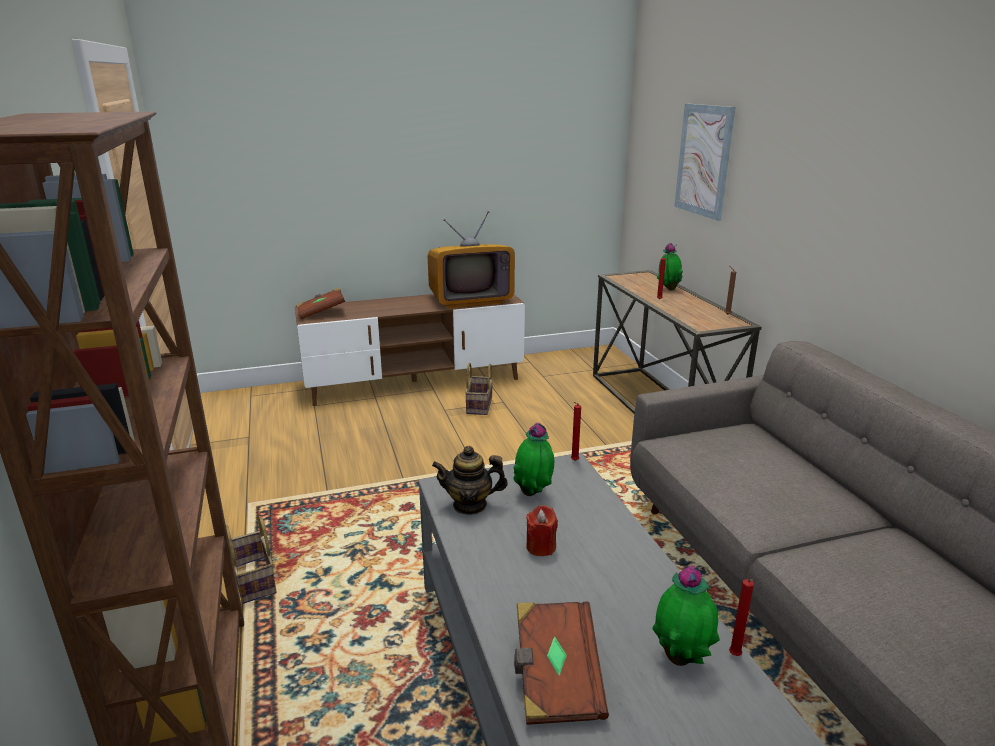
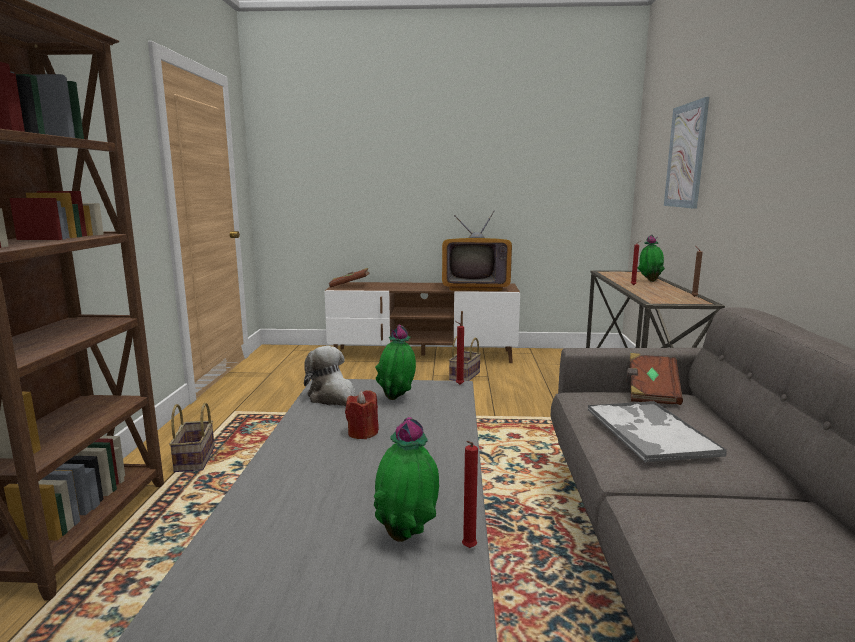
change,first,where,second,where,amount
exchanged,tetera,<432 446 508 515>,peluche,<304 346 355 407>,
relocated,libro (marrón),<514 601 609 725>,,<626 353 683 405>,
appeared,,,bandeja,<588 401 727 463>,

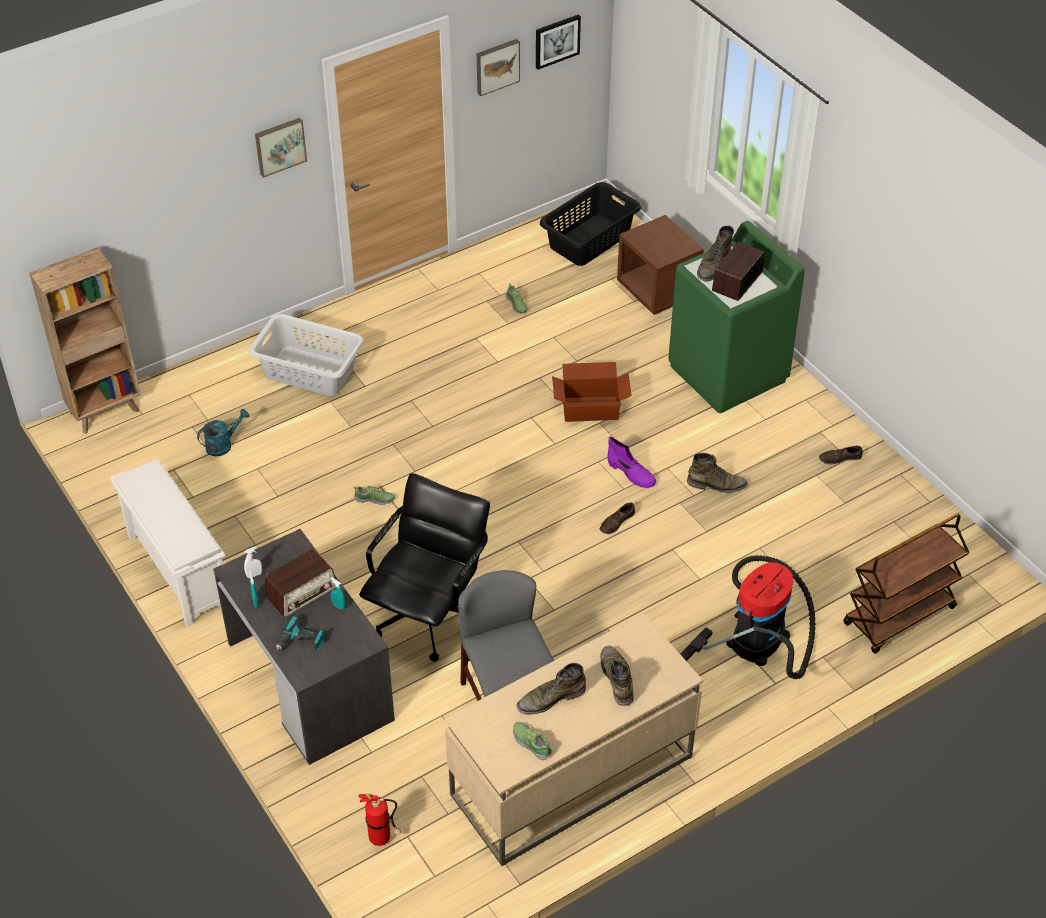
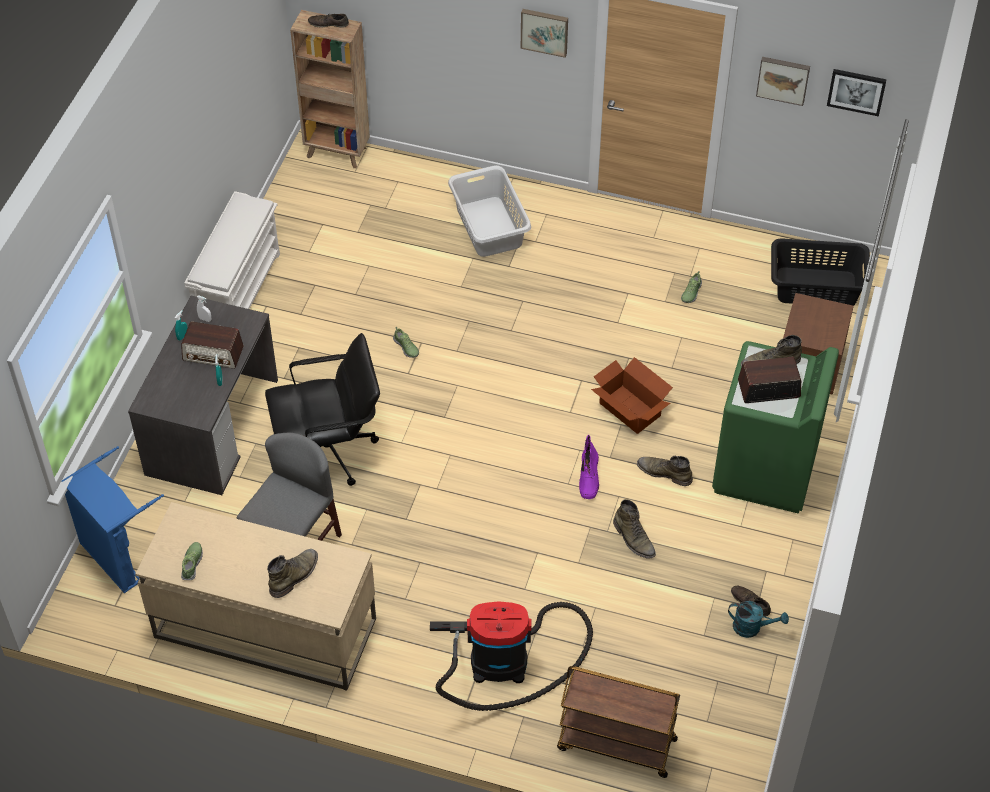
change,first,where,second,where,amount
relocated,regadera (turquesa),<197 409 249 456>,,<728 601 789 638>,
missing,taladro,<276 615 326 651>,,,
exchanged,extintor,<358 794 401 846>,cesto de la ropa (azul),<61 446 164 593>,
relocated,bota (verde),<517 663 586 714>,,<637 456 693 486>,
relocated,zapato (marrón),<600 502 635 534>,,<308 14 349 28>,

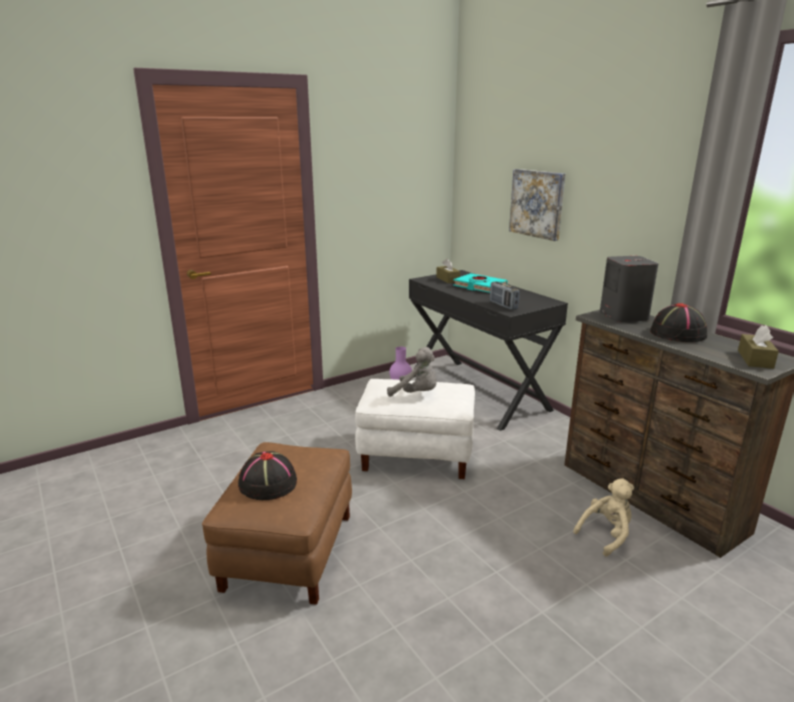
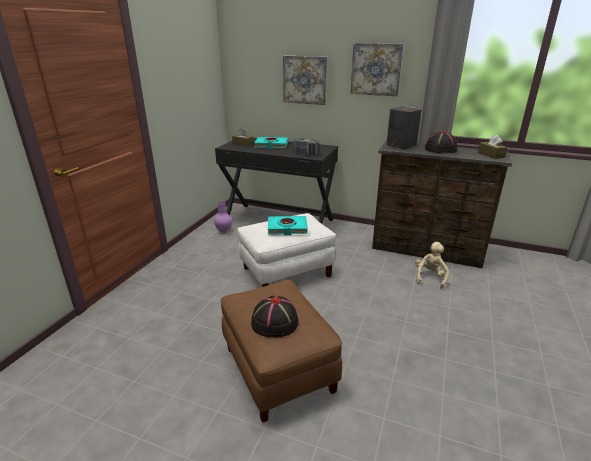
change,first,where,second,where,amount
exchanged,peluche (gris),<387 347 437 397>,libro (turquesa),<268 216 308 235>,
appeared,,,cuadro,<351 43 404 96>,

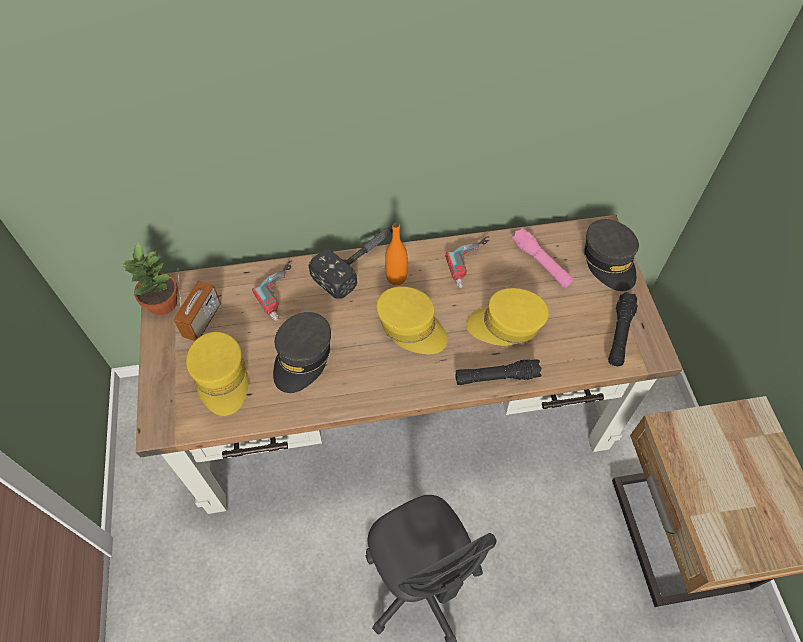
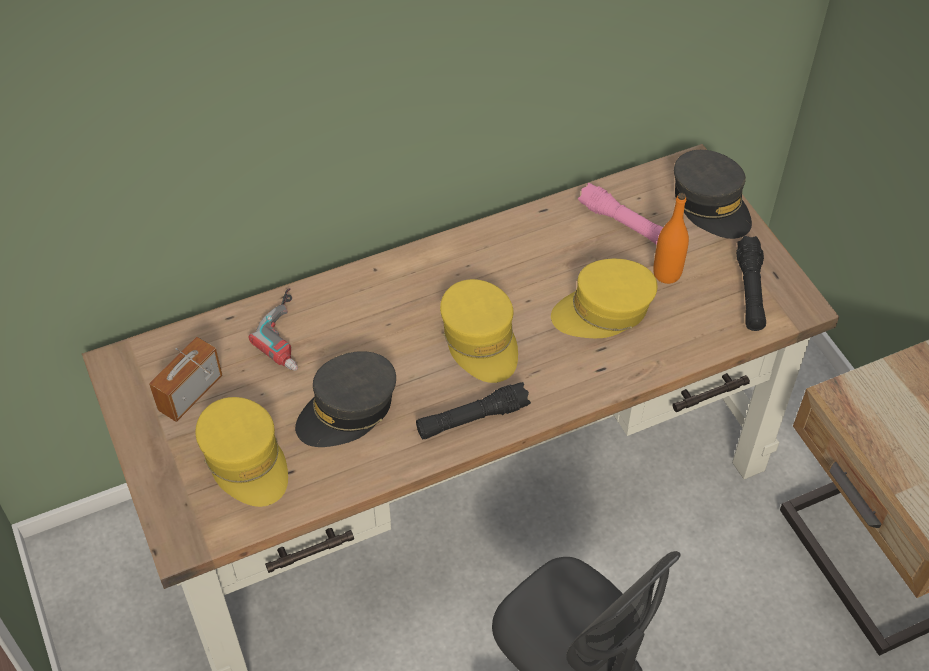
change,first,where,second,where,amount
missing,planta en maceta,<122 243 178 315>,,,
spun,radio,<173 269 221 341>,,<149 337 222 422>,150 degrees counterclockwise
spun,gorra (gris),<273 312 331 393>,,<295 351 396 447>,45 degrees clockwise
missing,martillo,<309 226 393 299>,,,
spun,gorra (amarillo),<376 286 448 354>,,<440 279 518 383>,45 degrees clockwise
relocated,botella (naranja),<385 222 408 285>,,<653 193 689 284>,
missing,taladro,<445 236 490 288>,,,
relocated,linterna (negro),<455 359 542 385>,,<416 382 531 440>,

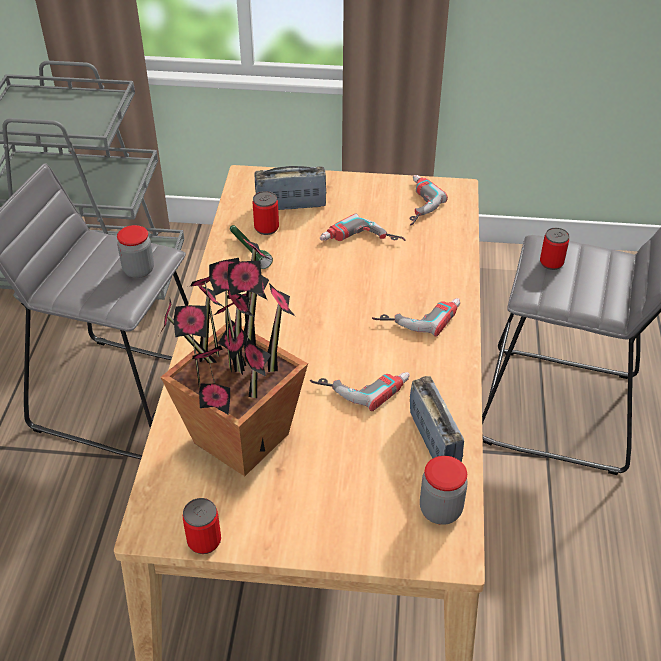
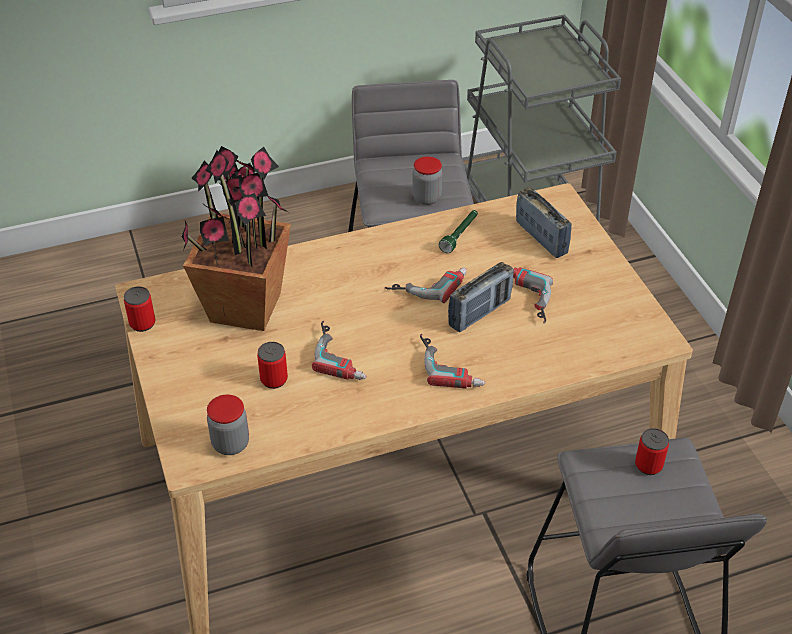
change,first,where,second,where,amount
relocated,lata,<253 191 279 235>,,<257 342 288 389>,
relocated,taladro,<410 175 448 226>,,<385 267 466 303>,
relocated,radio,<410 376 464 462>,,<448 262 514 332>,

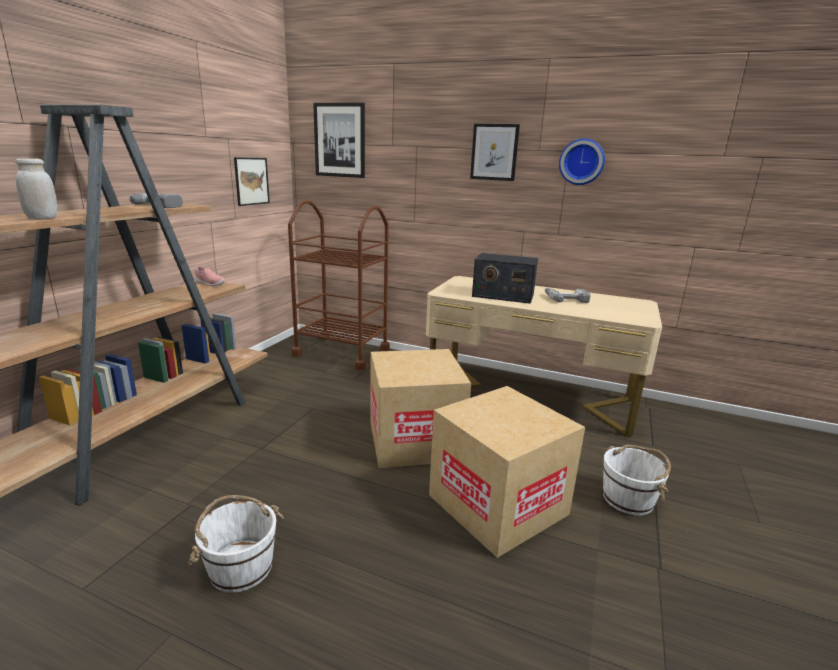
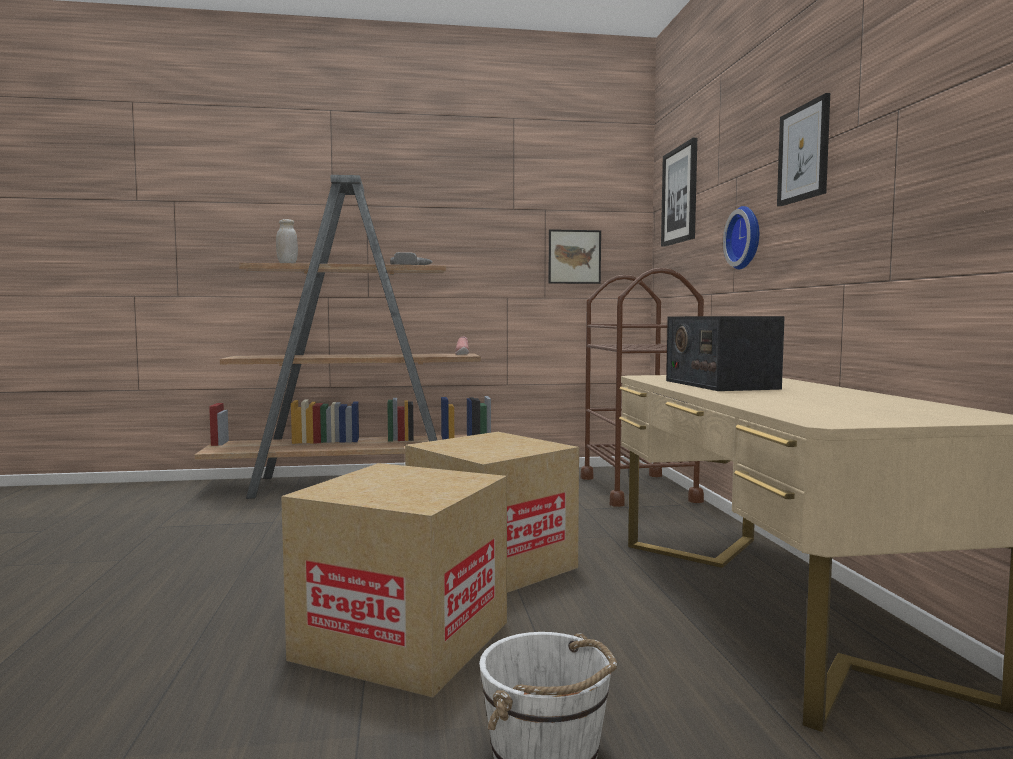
change,first,where,second,where,amount
missing,cubo (blanco),<187 495 284 593>,,,
missing,taladro,<545 288 590 303>,,,
relocated,reloj de pared,<559 138 605 185>,,<723 206 759 269>,

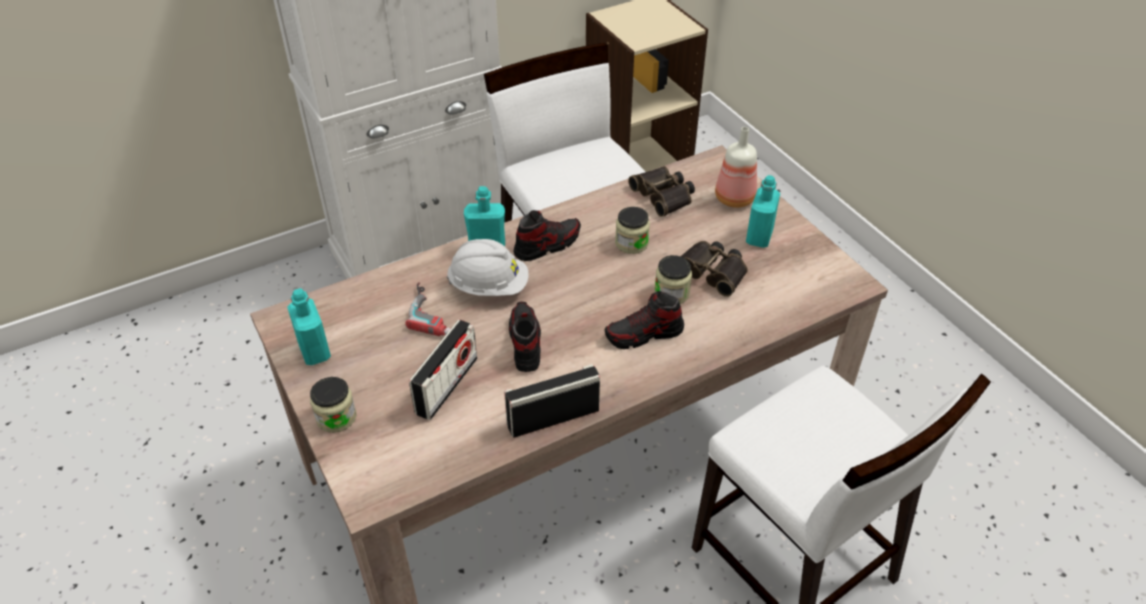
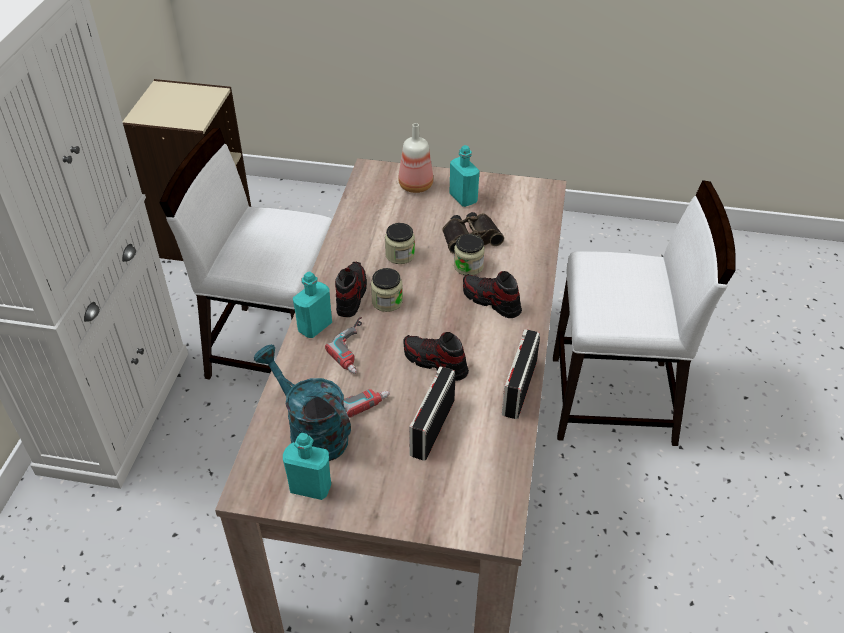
change,first,where,second,where,amount
relocated,tarro,<310 377 356 433>,,<371 268 403 312>,
spun,radio,<409 320 477 420>,,<409 366 455 461>,135 degrees counterclockwise
exchanged,casco (blanco),<447 239 529 296>,taladro,<325 317 362 374>,
spun,zapato,<605 291 684 349>,,<463 271 522 318>,105 degrees clockwise
missing,prismáticos,<628 166 695 217>,,,
appeared,,,regadera (turquesa),<254 344 351 461>,

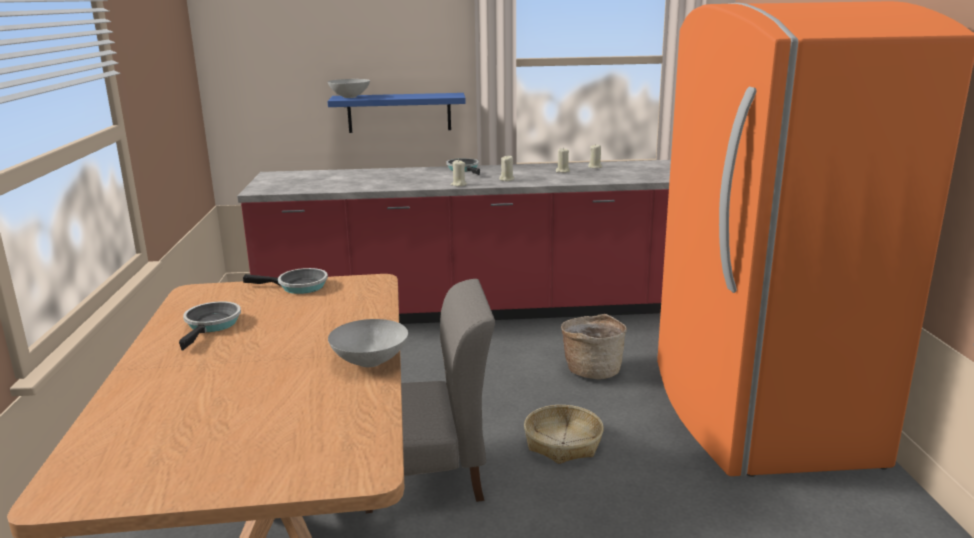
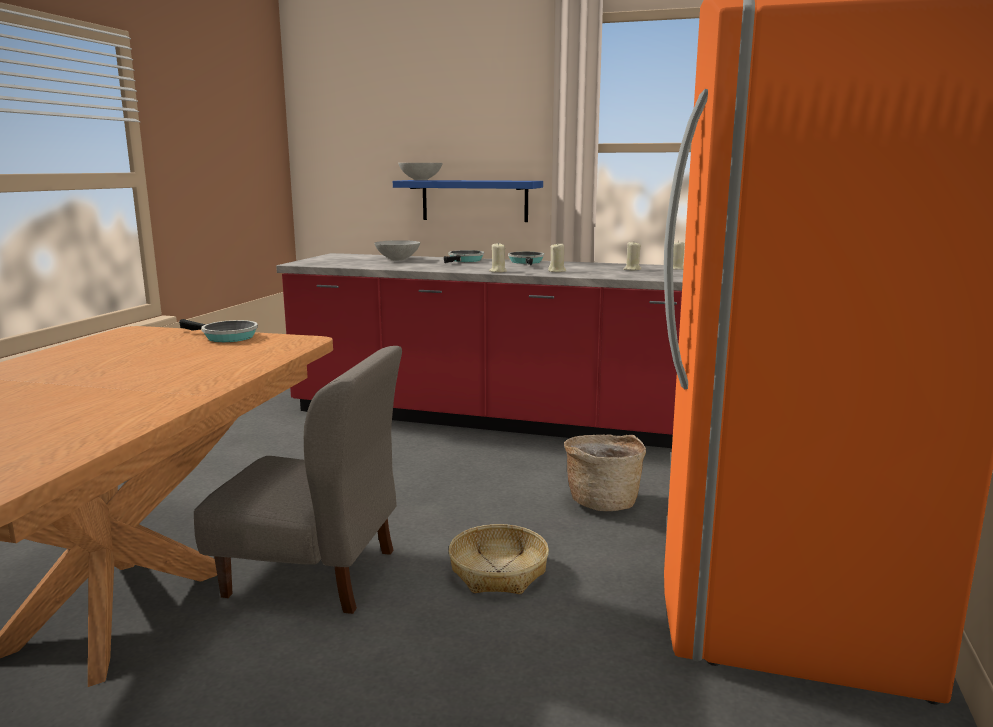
change,first,where,second,where,amount
relocated,sartén,<179 301 241 350>,,<444 250 484 263>,
relocated,cuenco (gris),<328 319 408 367>,,<374 240 420 261>,

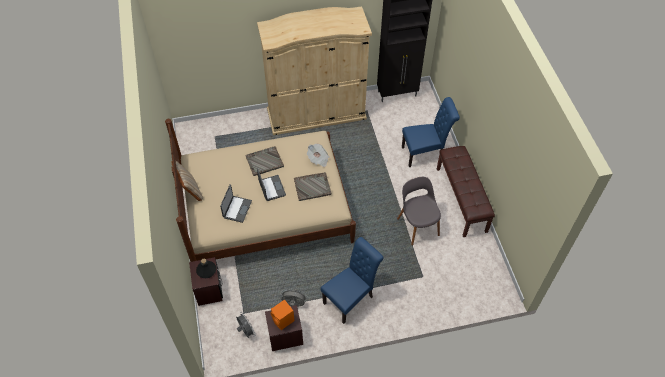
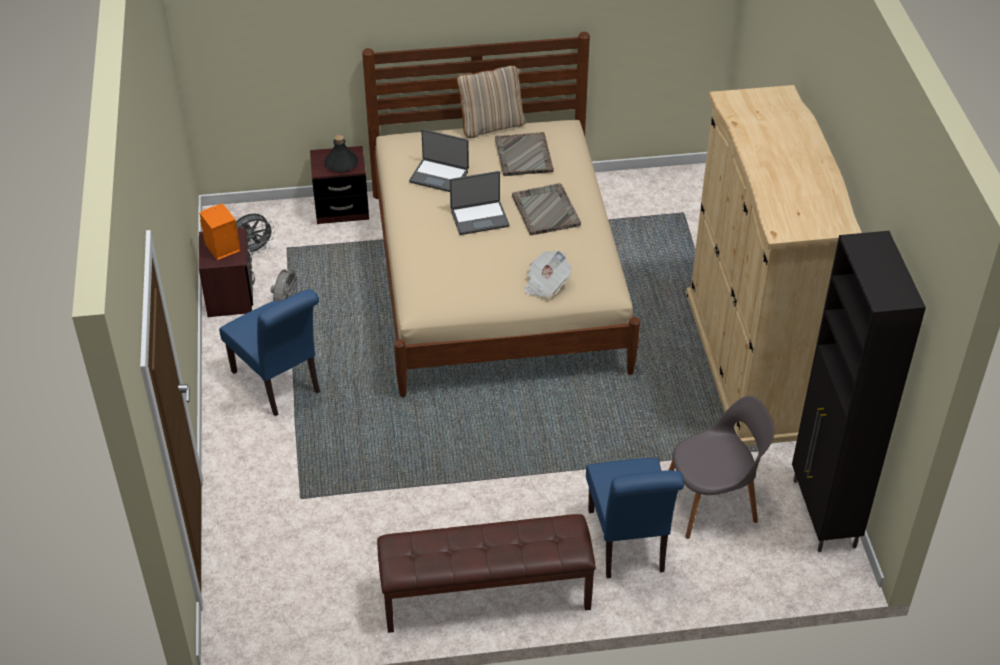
change,first,where,second,where,amount
relocated,bandeja (gris),<294 172 331 201>,,<495 132 554 176>,
relocated,silla (gris),<397 177 441 246>,,<669 396 774 539>,

